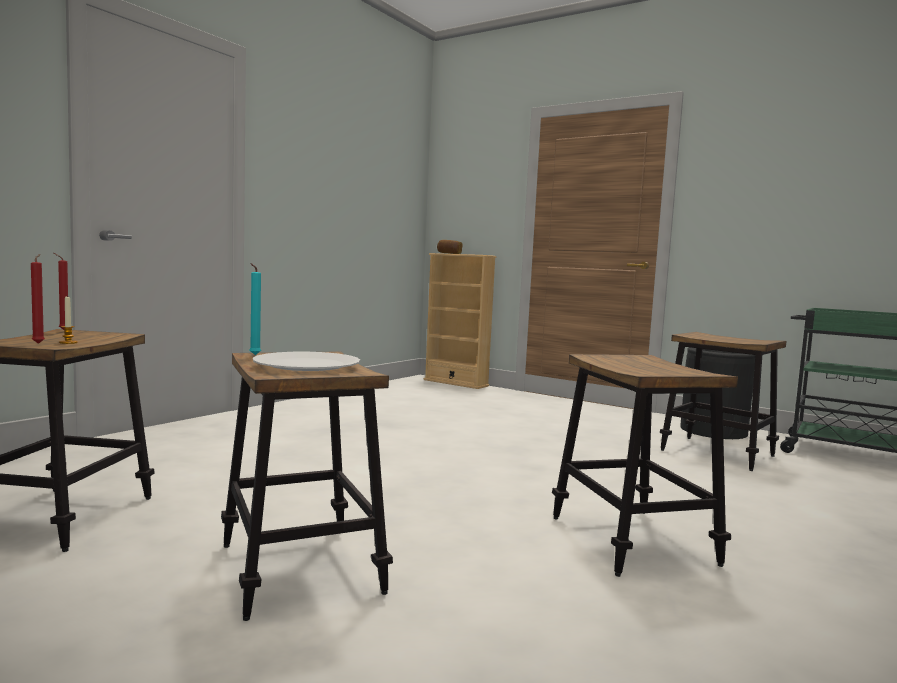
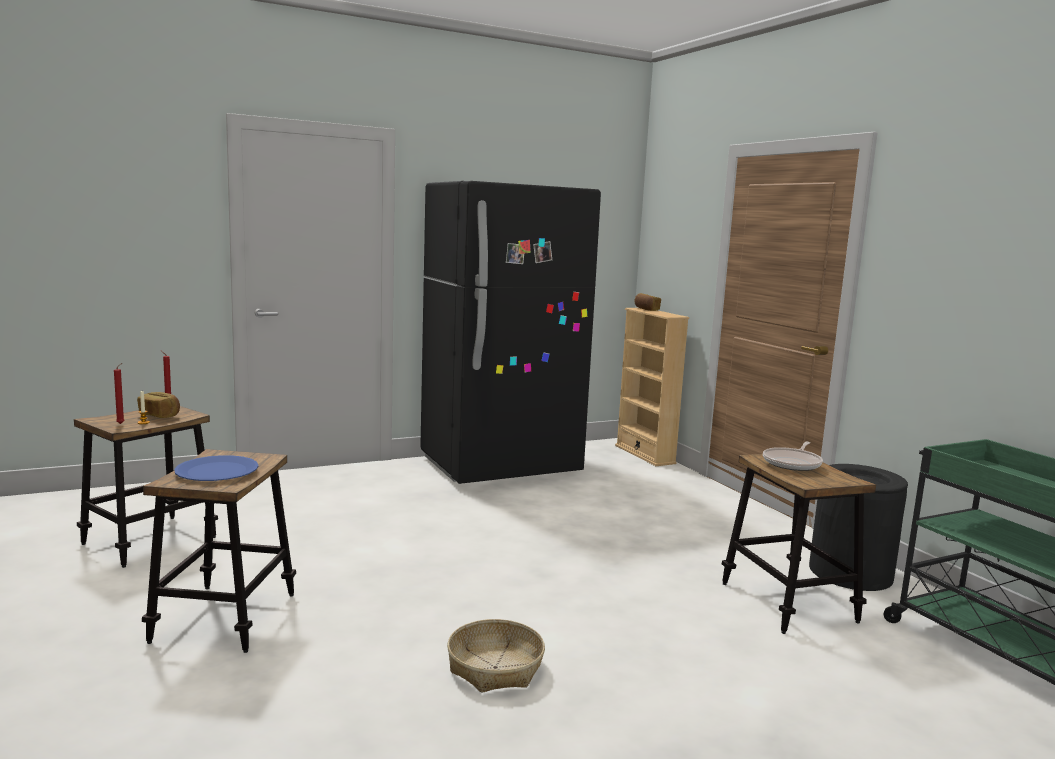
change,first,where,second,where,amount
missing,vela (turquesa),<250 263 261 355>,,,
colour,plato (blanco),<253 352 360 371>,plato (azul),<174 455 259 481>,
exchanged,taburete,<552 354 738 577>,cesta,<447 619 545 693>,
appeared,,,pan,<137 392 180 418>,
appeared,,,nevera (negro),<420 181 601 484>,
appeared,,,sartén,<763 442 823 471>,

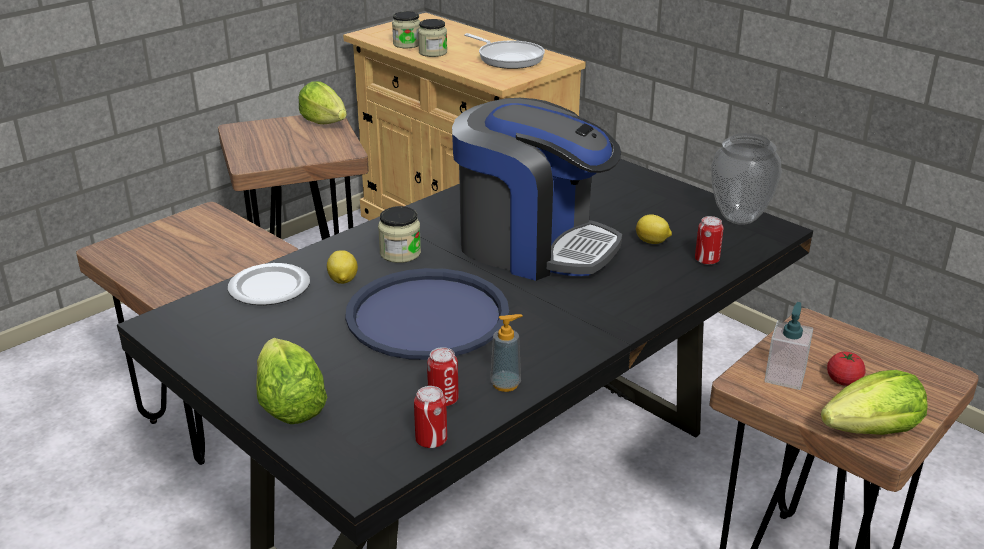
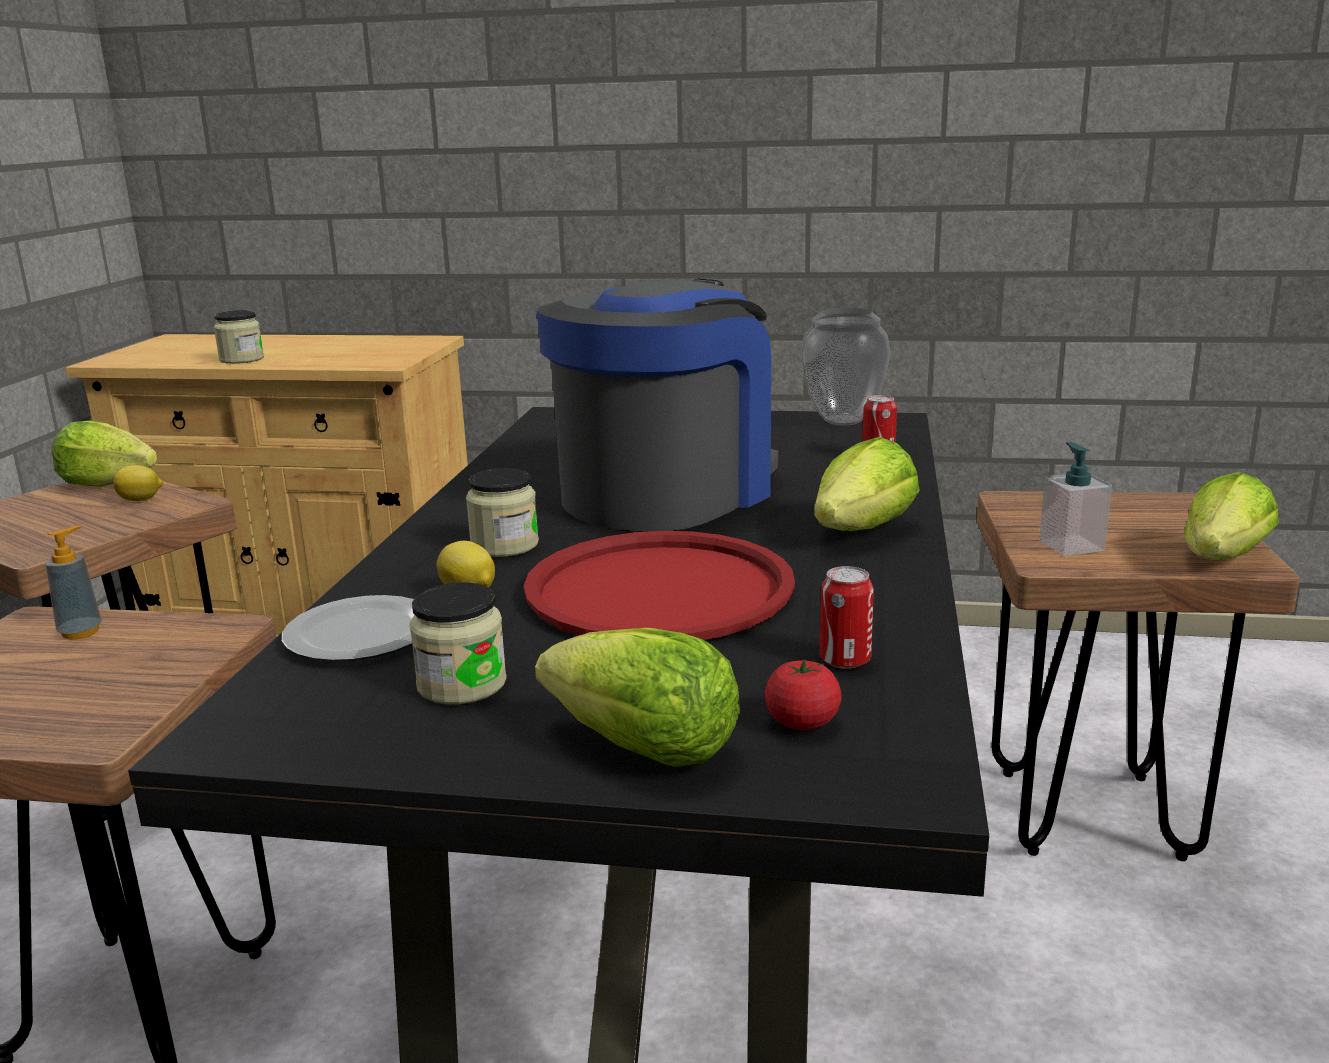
change,first,where,second,where,amount
colour,bandeja (azul),<345 268 509 360>,bandeja (rojo),<524 531 795 640>,
relocated,tarro,<392 11 420 48>,,<409 582 507 704>,
missing,lata,<414 386 447 448>,,,
spun,cafetera,<452 98 622 281>,,<537 279 778 531>,45 degrees counterclockwise
missing,sartén,<464 33 545 69>,,,
relocated,dispensador de jabón,<490 314 522 392>,,<45 526 102 639>,
relocated,limón,<636 214 672 244>,,<113 465 163 501>,
relocated,tomate,<827 352 865 386>,,<765 659 842 730>,
appeared,,,lechuga,<814 437 920 531>,

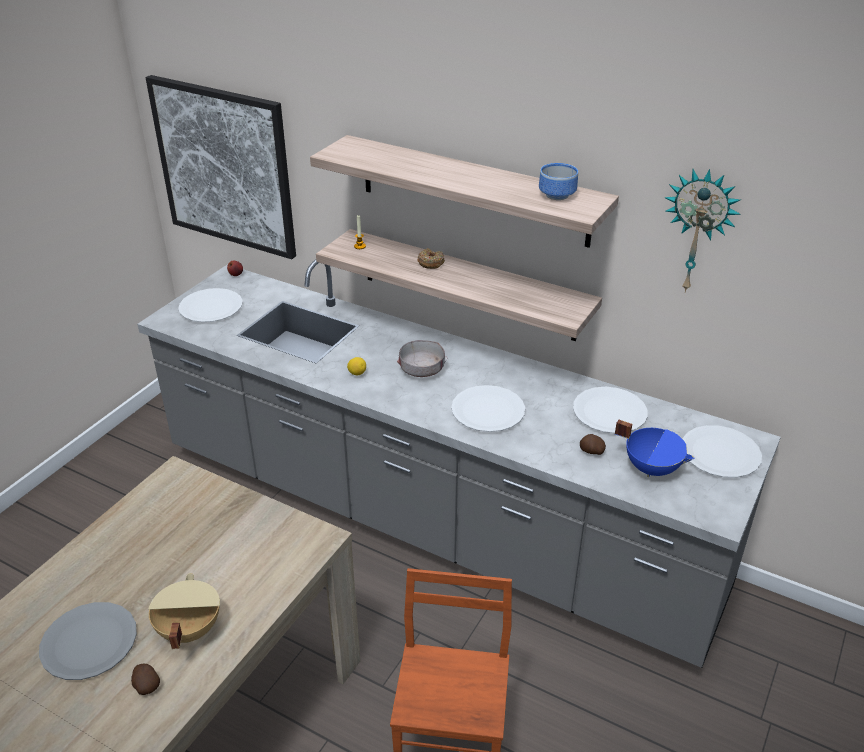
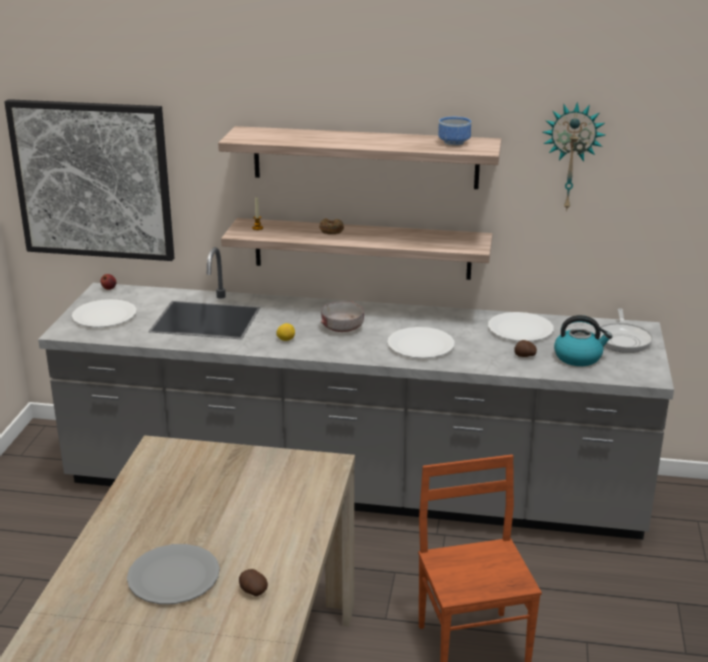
change,first,where,second,where,amount
missing,olla (beis),<148 573 220 649>,,,
exchanged,olla (azul),<615 420 695 477>,hervidor,<554 315 613 366>,
exchanged,plato (blanco),<683 425 762 478>,sartén,<599 308 653 353>,

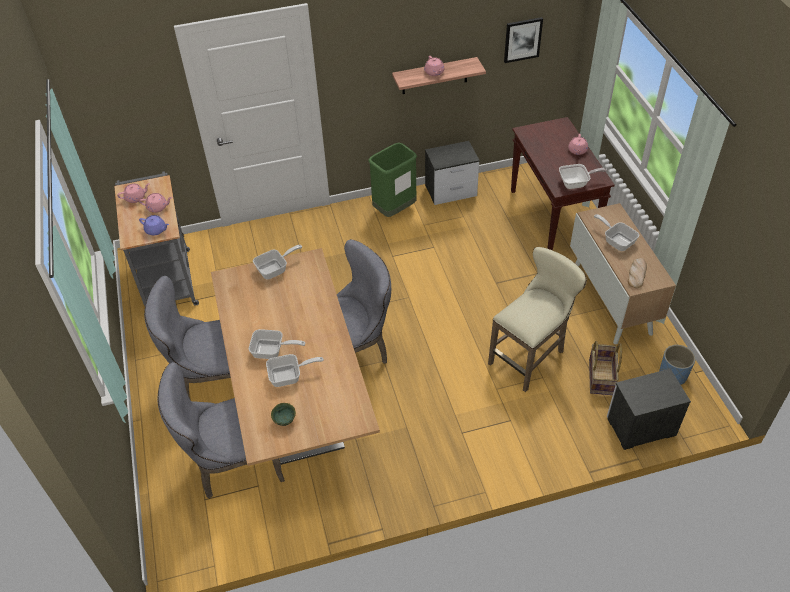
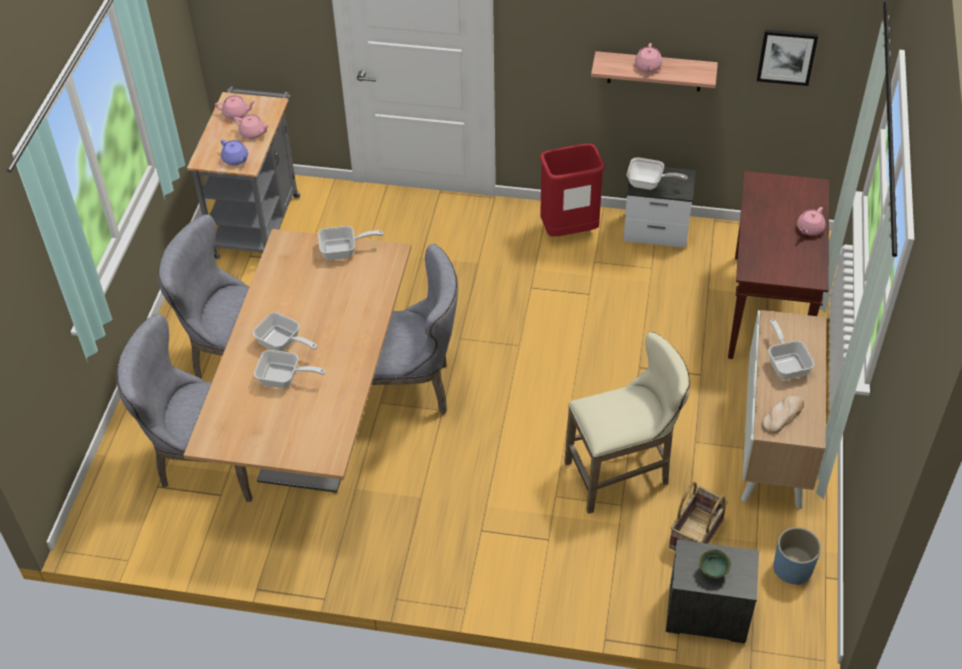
change,first,where,second,where,amount
relocated,cuenco (verde),<271 403 296 426>,,<699 549 731 579>,
colour,papelera (verde),<368 143 417 217>,papelera (rojo),<540 144 605 237>,
relocated,sartén,<559 164 607 189>,,<627 157 688 190>,

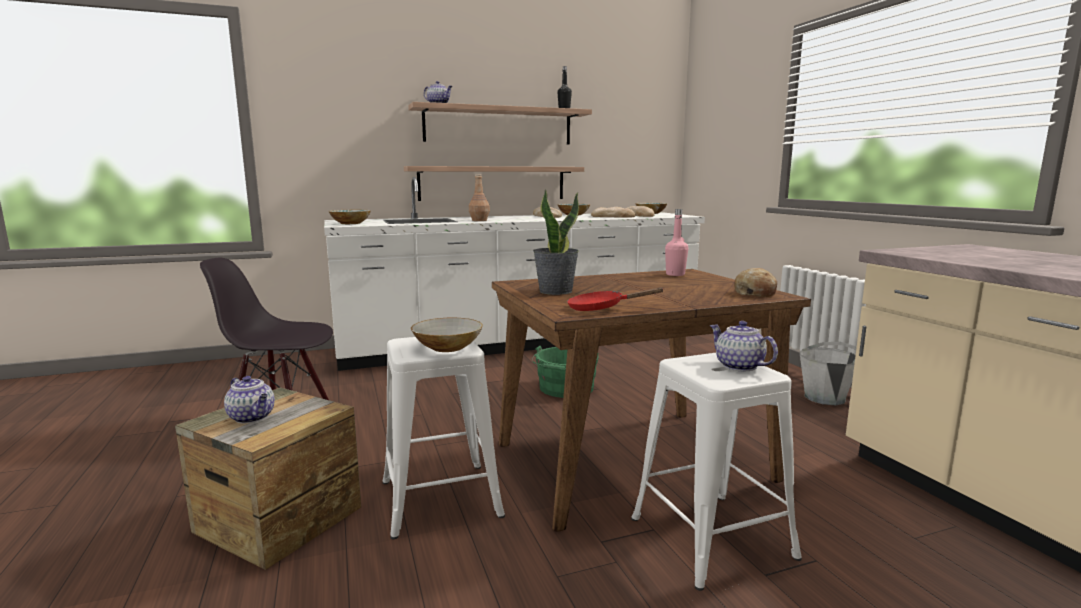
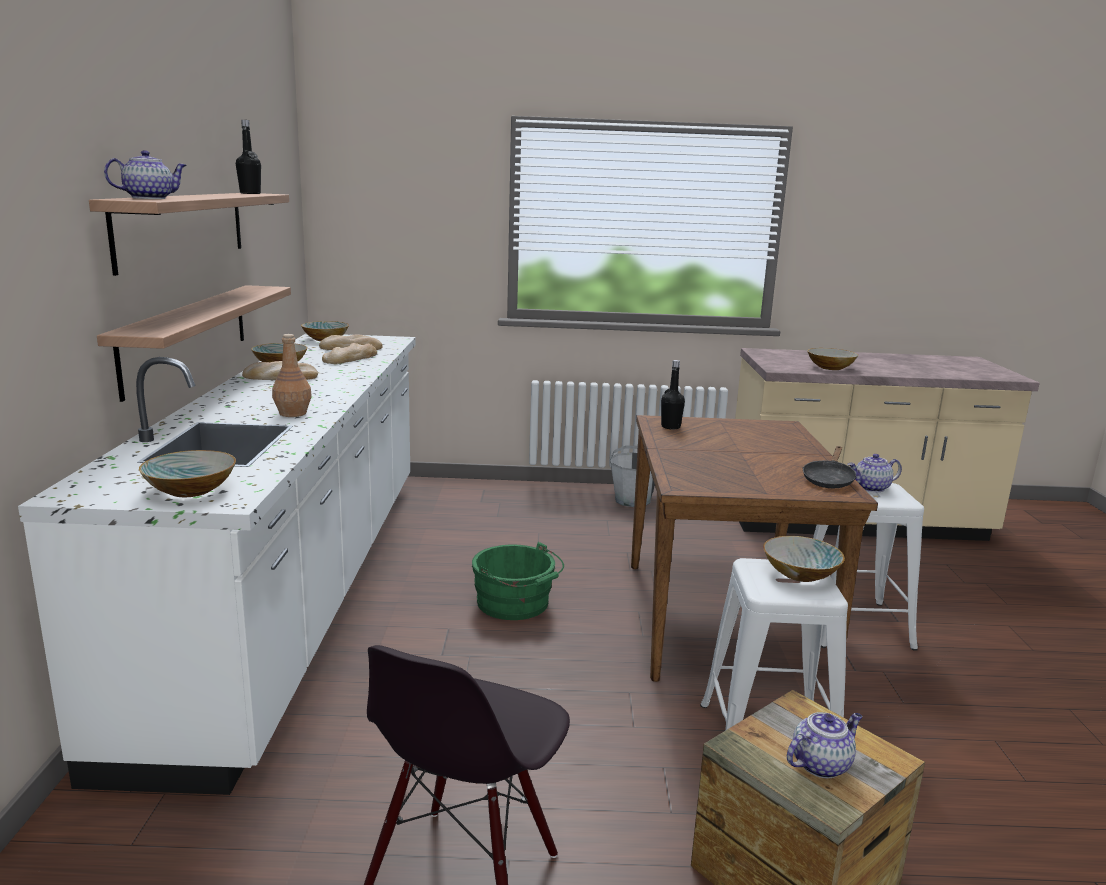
change,first,where,second,where,amount
missing,planta en maceta,<533 189 579 295>,,,
colour,sartén (rojo),<567 288 664 311>,sartén (negro),<802 446 857 488>,
colour,botella (rosa),<665 209 688 276>,botella (negro),<661 360 685 429>,
missing,pan,<734 268 777 297>,,,
appeared,,,cuenco,<807 348 859 370>,

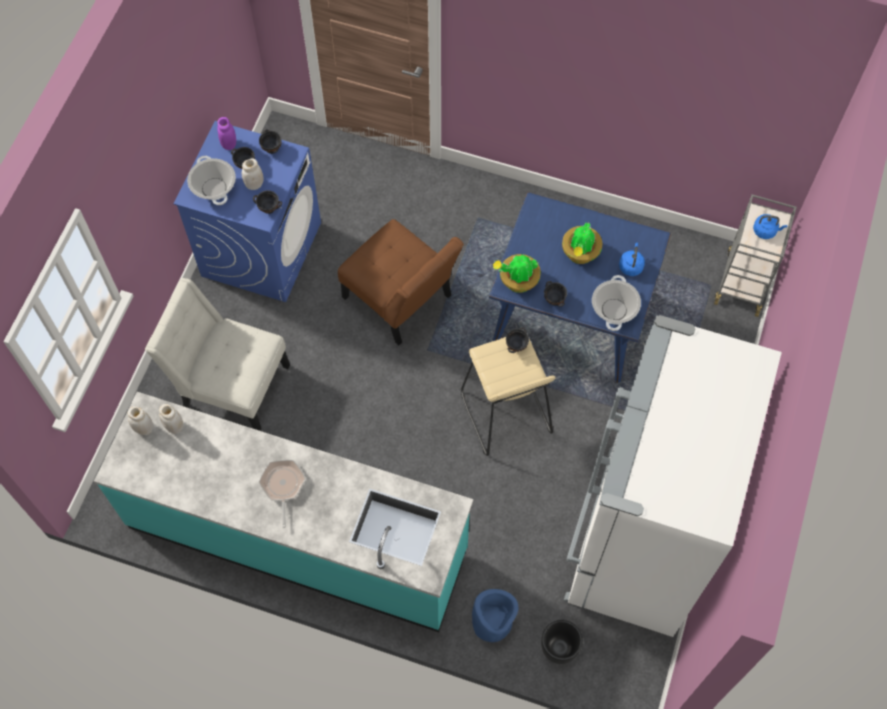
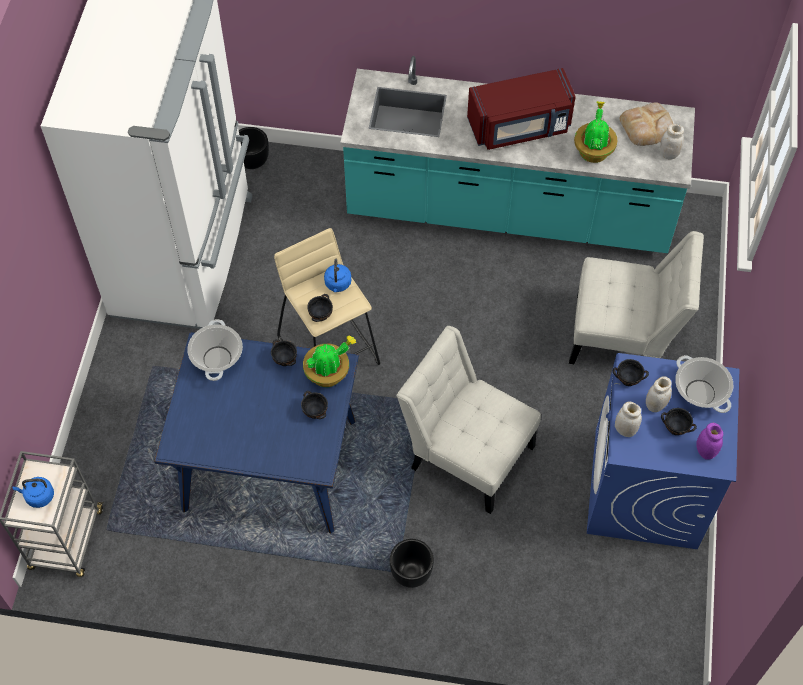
change,first,where,second,where,amount
relocated,tarro (blanco),<159 404 183 434>,,<615 402 642 437>,
relocated,cuenco (negro),<259 129 282 154>,,<301 391 328 419>,
exchanged,sartén,<259 460 306 528>,microondas (rojo),<467 68 576 150>,
colour,silla (marrón),<338 219 464 345>,silla (blanco),<397 326 541 514>,
missing,maceta (azul),<472 589 518 642>,,,
relocated,planta en maceta,<562 222 603 264>,,<574 101 617 163>,
relocated,hervidor (azul),<619 243 645 276>,,<324 259 351 292>,
appeared,,,maceta (negro),<390 539 434 588>,
appeared,,,pan,<620 102 673 146>,

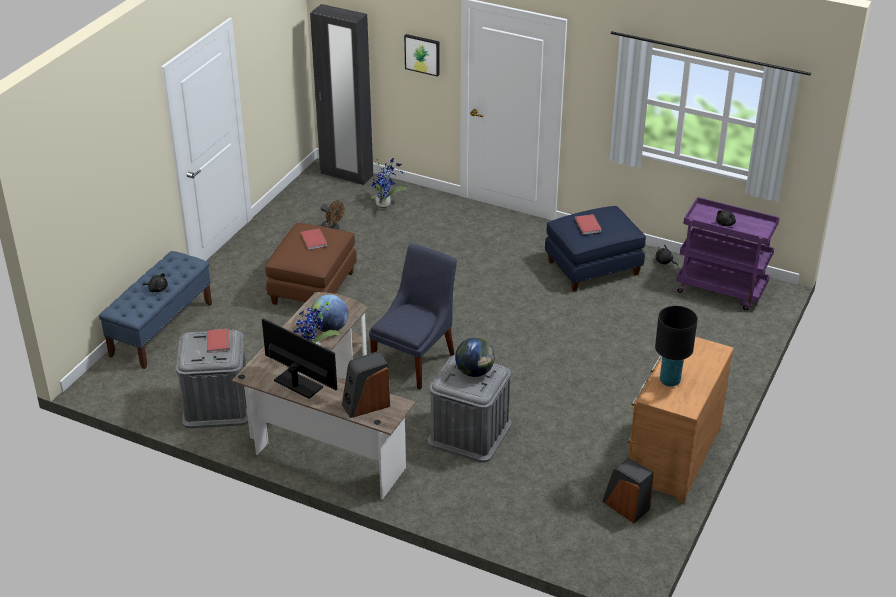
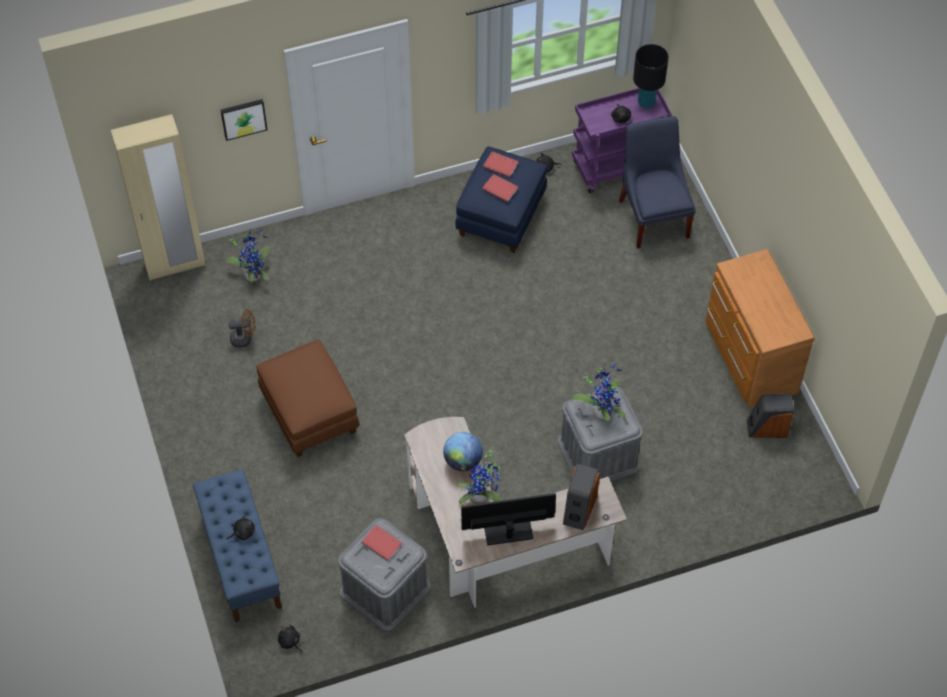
change,first,where,second,where,amount
relocated,libro (rojo),<300 229 327 250>,,<483 151 519 178>,
colour,armario ropero (negro),<310 4 373 185>,armario ropero (beis),<111 114 206 281>,
relocated,silla (azul),<369 244 457 389>,,<619 116 696 249>,
exchanged,globo terráqueo,<455 338 494 377>,planta en maceta,<572 365 626 421>,
relocated,lámpara de mesa (negro),<655 306 698 387>,,<633 44 668 109>,
appeared,,,peluche (negro),<278 625 302 653>,

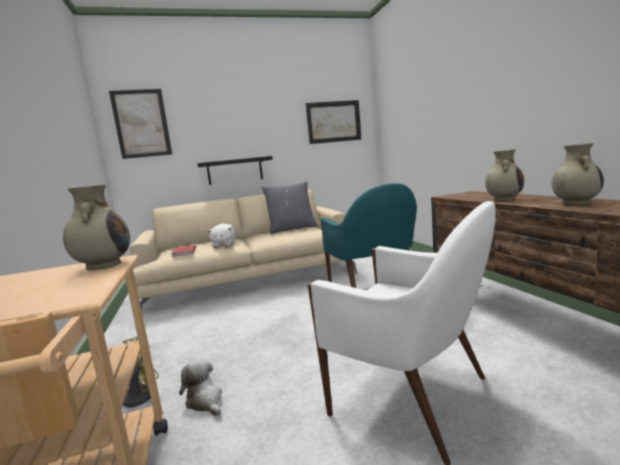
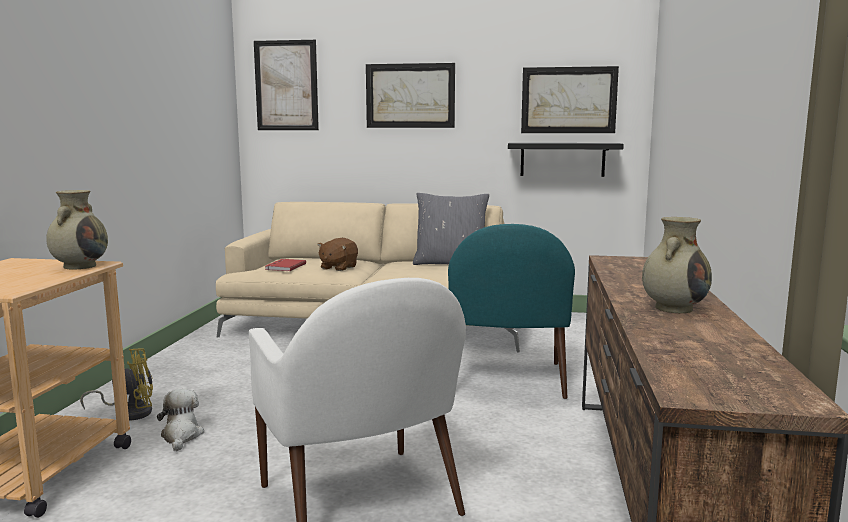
change,first,where,second,where,amount
relocated,estante (negro),<198 156 273 185>,,<508 143 624 177>,
colour,peluche (blanco),<207 223 235 248>,peluche (marrón),<317 238 358 271>,
missing,florero (beis),<485 149 524 201>,,,
appeared,,,cuadro,<366 63 455 128>,

